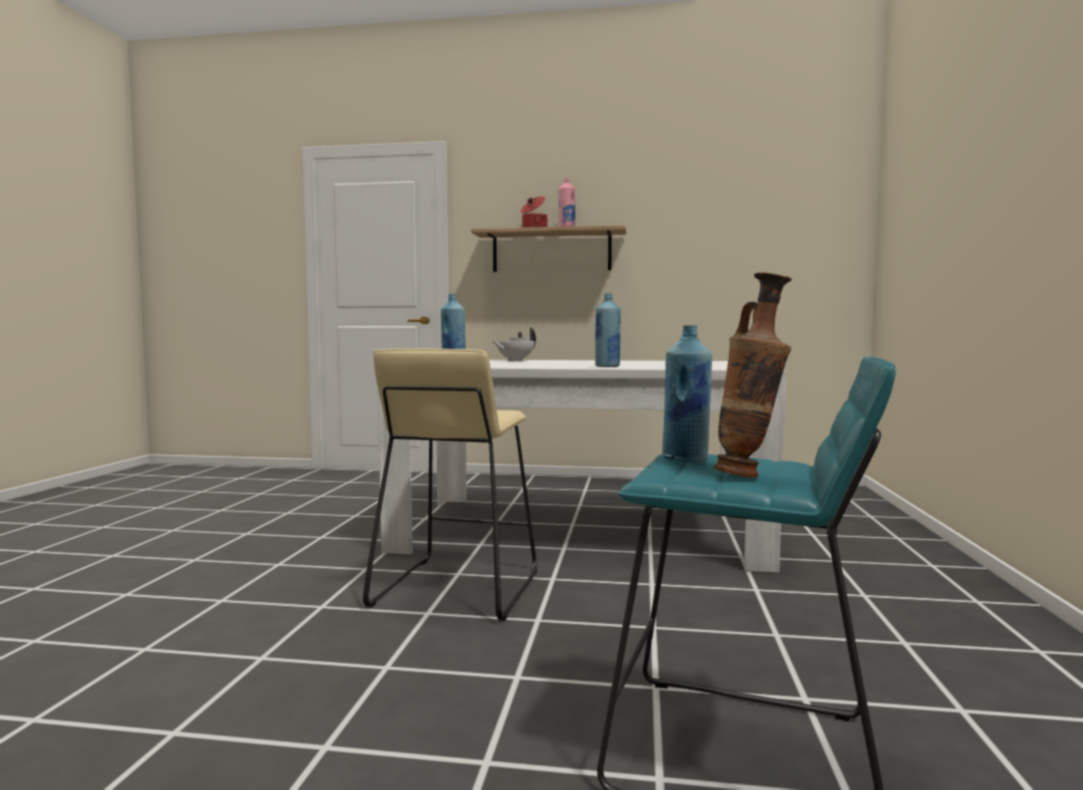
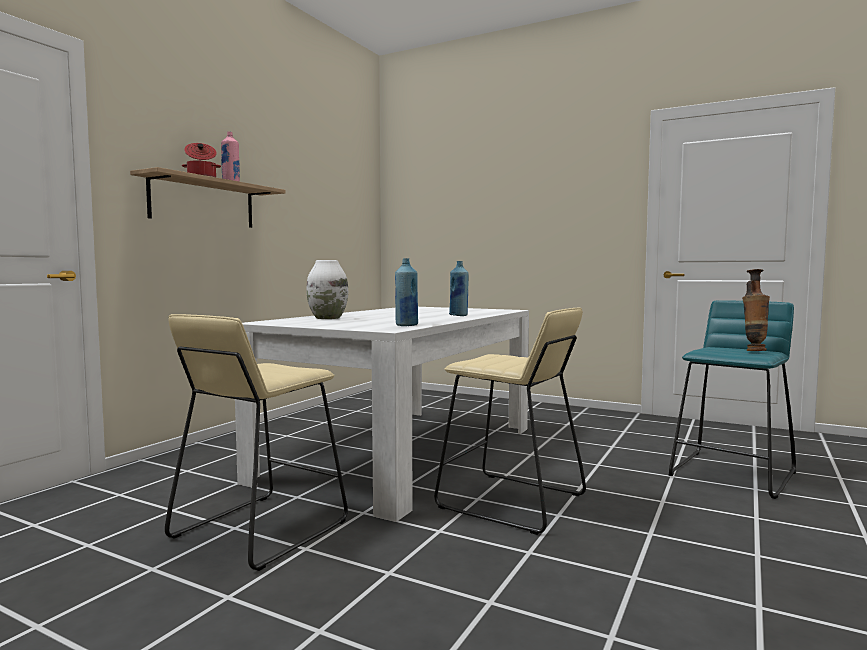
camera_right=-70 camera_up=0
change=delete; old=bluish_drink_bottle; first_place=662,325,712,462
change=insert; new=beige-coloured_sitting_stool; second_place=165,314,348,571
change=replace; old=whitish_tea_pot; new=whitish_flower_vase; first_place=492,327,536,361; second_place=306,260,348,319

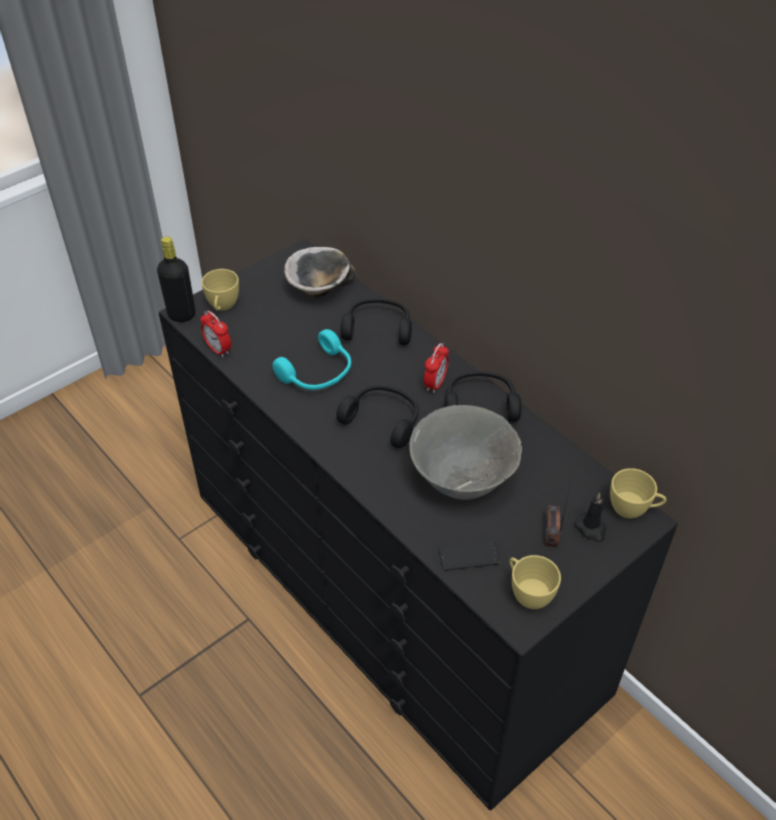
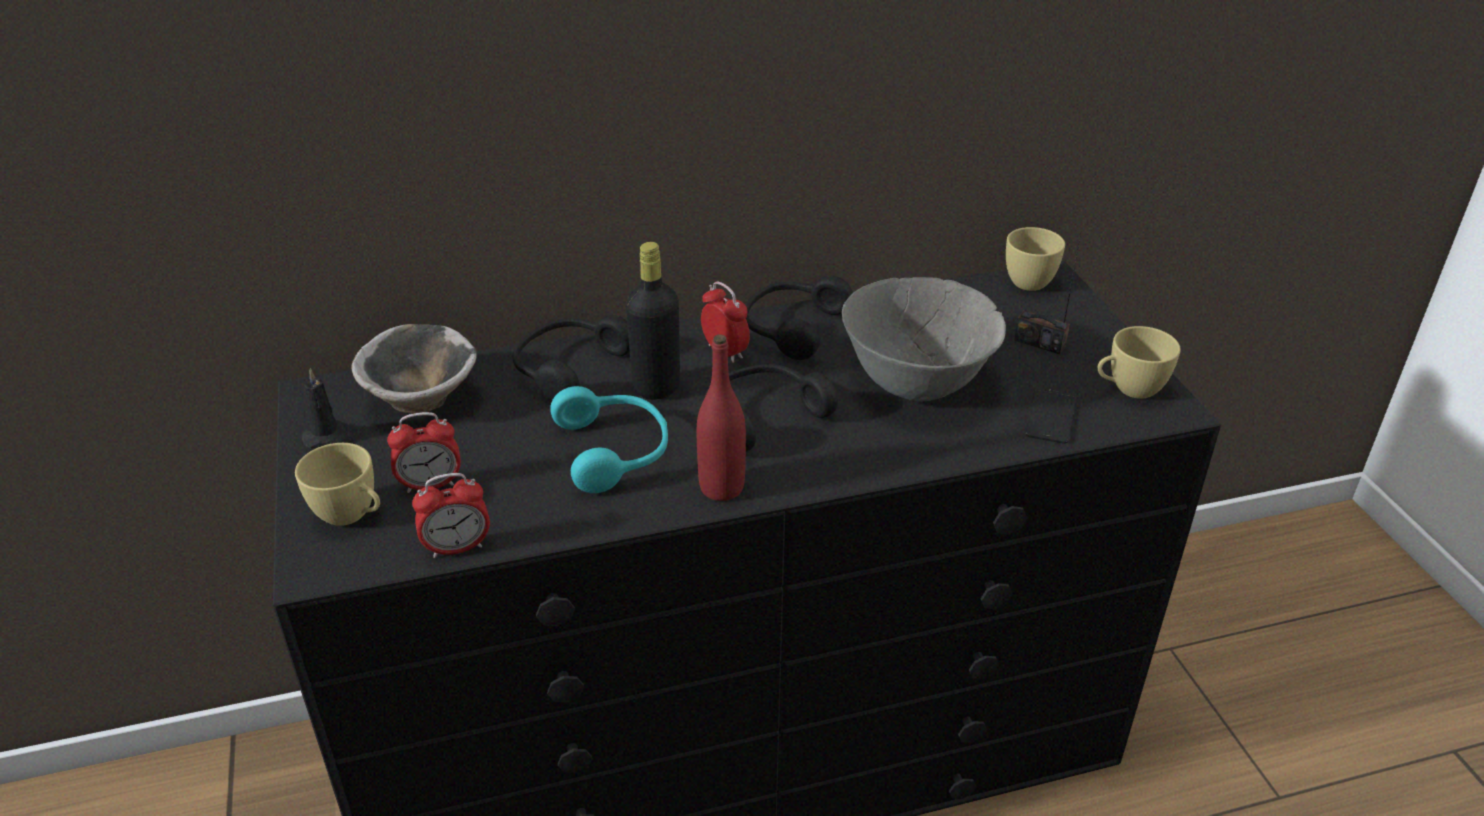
camera_right=-65 camera_up=-10
change=insert; new=bedside_clock; second_place=387,412,461,493
change=insert; new=reddish_drink_bottle; second_place=697,334,746,501
change=move; old=black_drink_bottle; first_place=157,237,195,322; second_place=626,242,680,400
change=move; old=black_candle; first_place=575,493,606,542; second_place=302,368,357,449

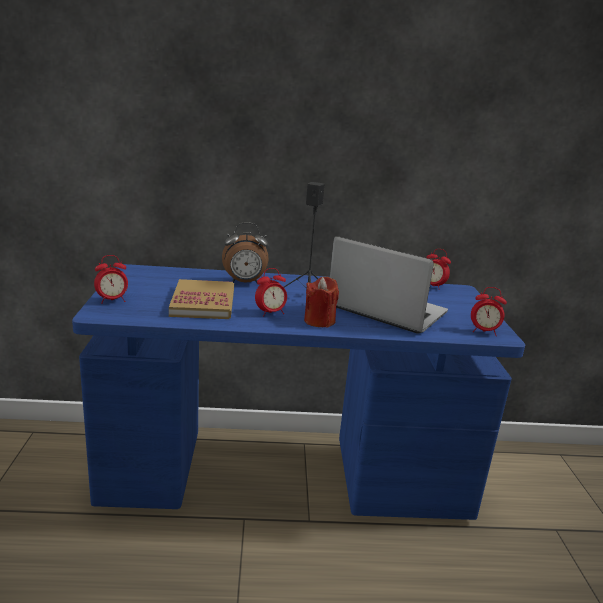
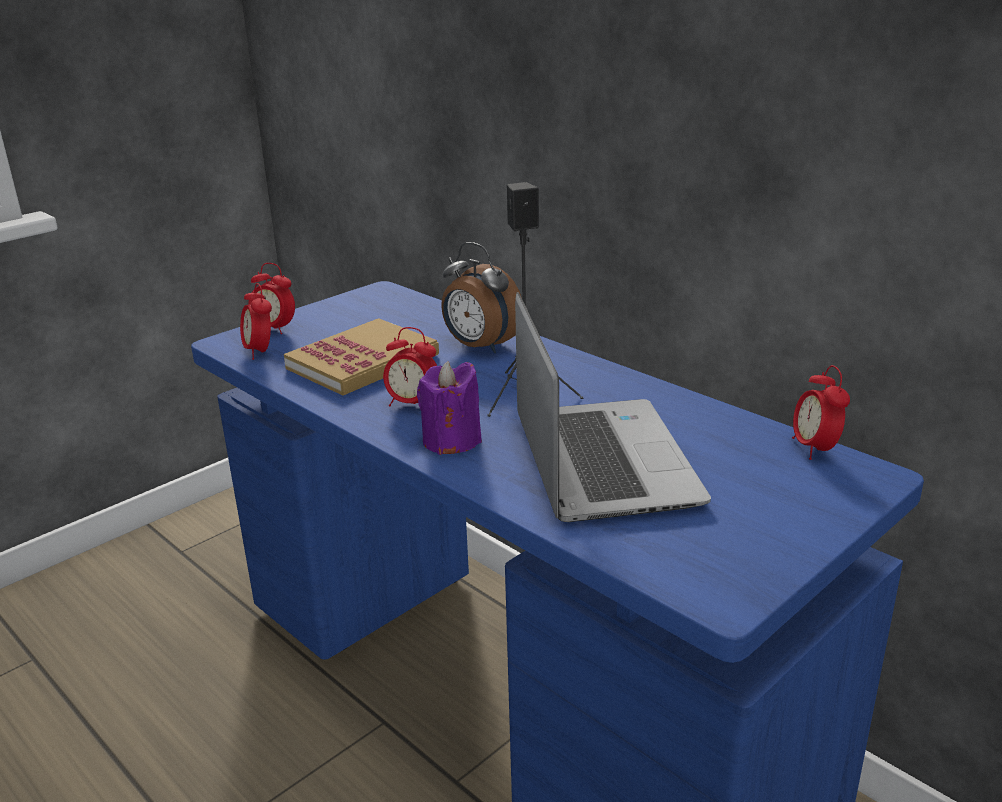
camera_right=50 camera_up=5
change=move; old=bedside_clock; first_place=471,287,507,336; second_place=240,283,272,360
change=recolor; old=reddish_candle; new=purple_candle; first_place=304,277,339,328; second_place=417,361,482,455

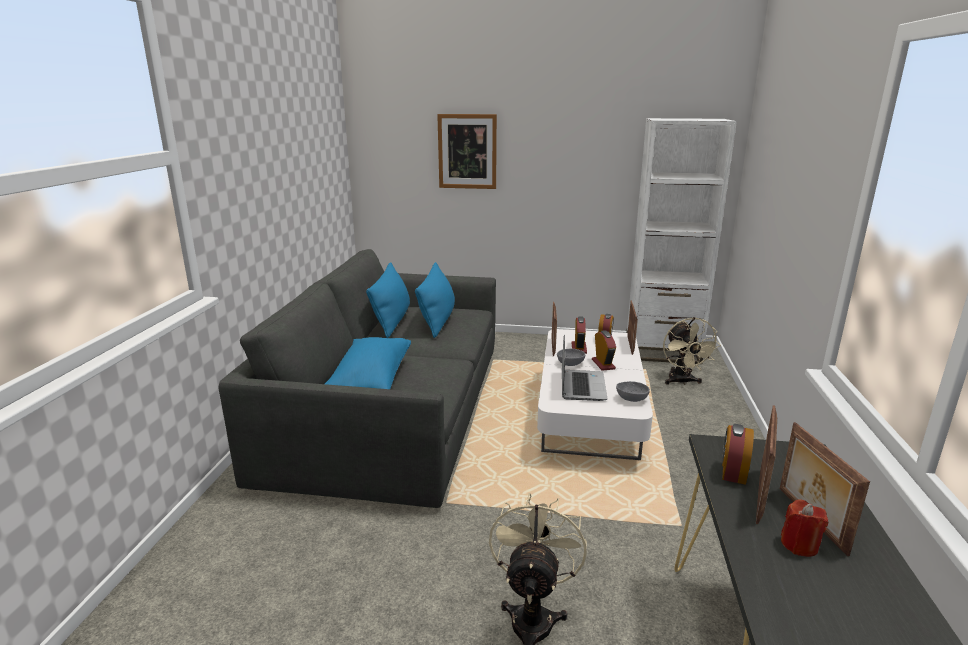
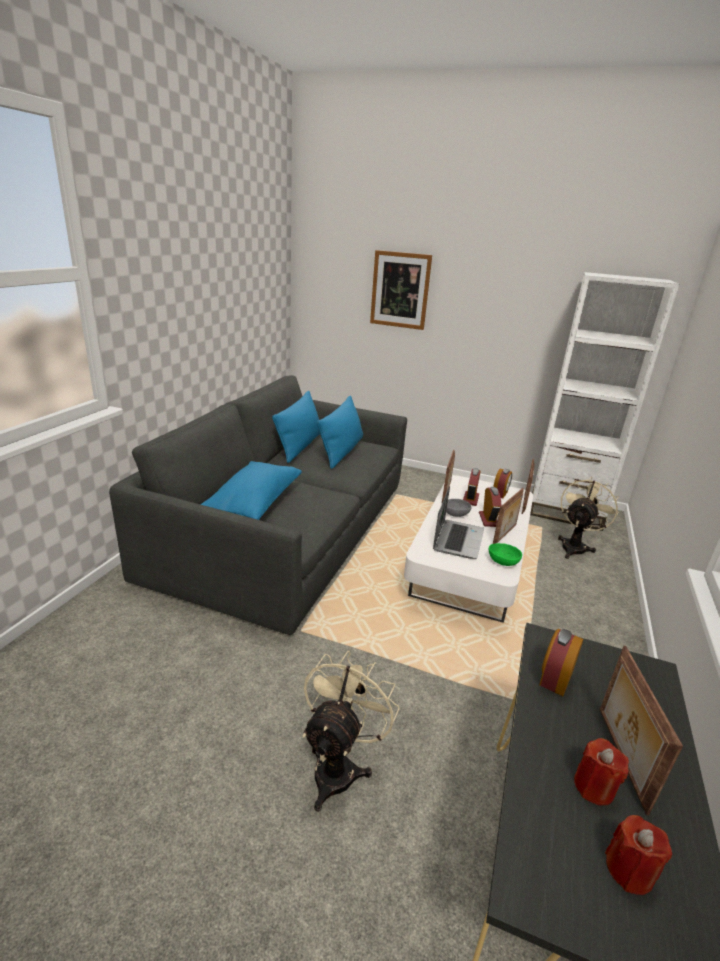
camera_right=10 camera_up=5
change=insert; new=reddish_candle; second_place=605,815,672,895
change=move; old=standing_frame; first_place=756,405,777,524; second_place=493,488,524,544
change=recolor; old=grey_serving_bowl; new=green-coloured_serving_bowl; first_place=616,381,650,402; second_place=489,543,522,566
change=rotate; old=beige-coloured_cooling_fan; first_place=663,317,721,385; second_place=558,477,619,559; degrees=-150

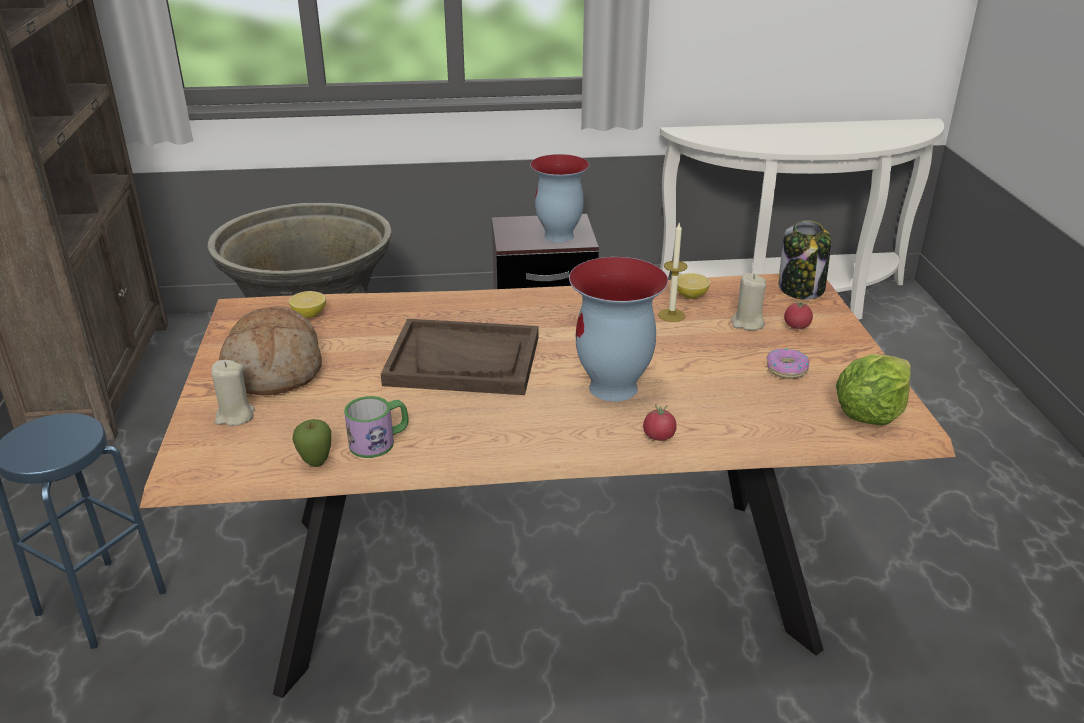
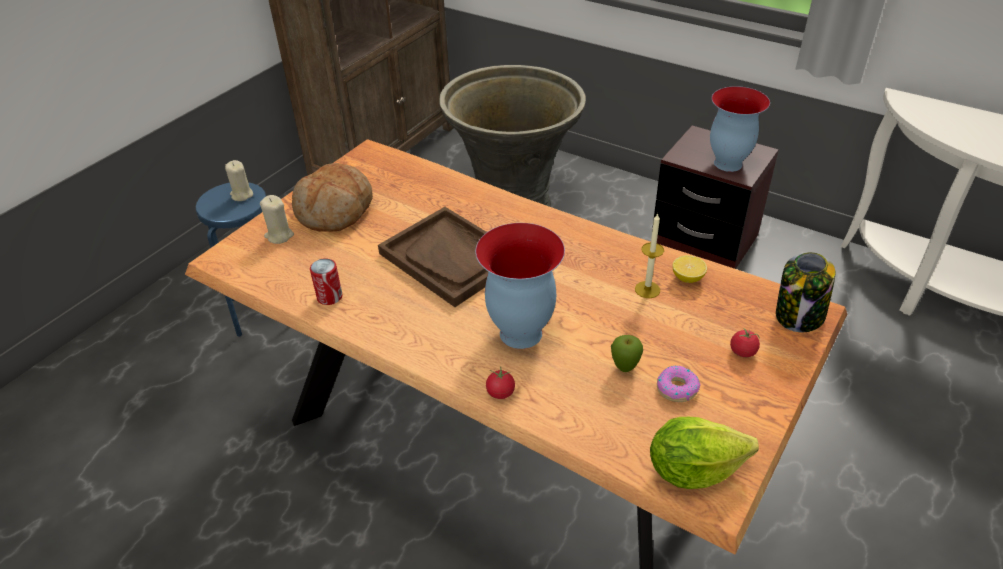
camera_right=40 camera_up=10
change=delete; old=whole_lemon; first_place=289,291,326,318
change=move; old=apple; first_place=293,419,331,467; second_place=611,335,643,372
change=move; old=beige-coloured_candle; first_place=731,273,766,331; second_place=225,160,253,201
change=replace; old=mug; new=metal_can; first_place=344,396,409,458; second_place=310,259,343,305

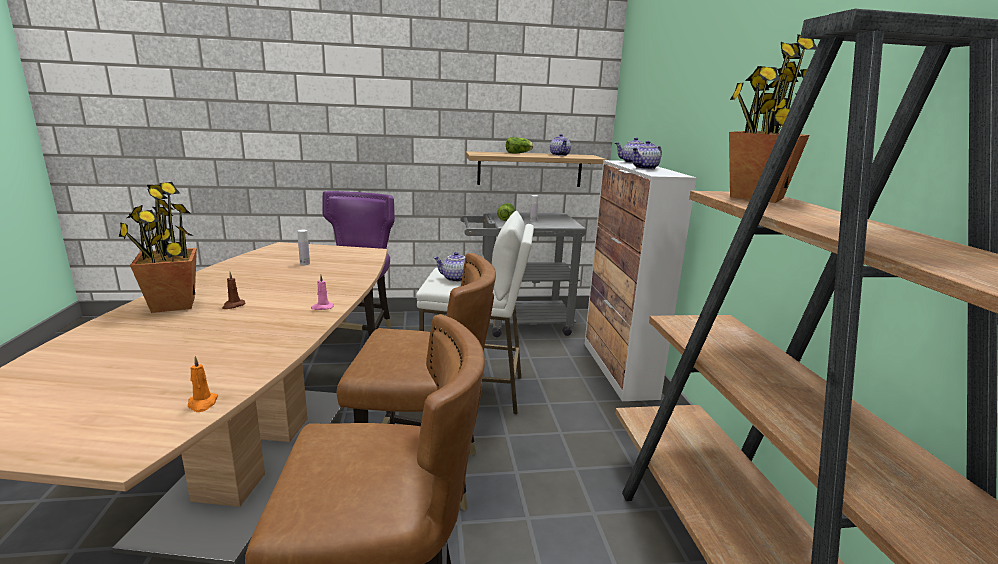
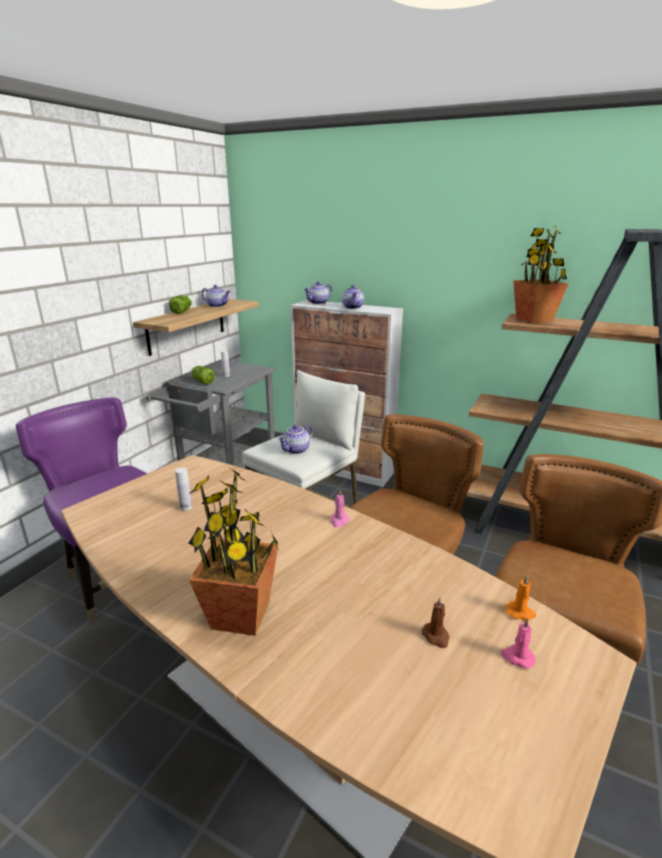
camera_right=-55 camera_up=5
change=insert; new=pink-coloured_candle; second_place=501,618,536,669
change=move; old=brownish_candle; first_place=222,272,246,309; second_place=422,597,449,648

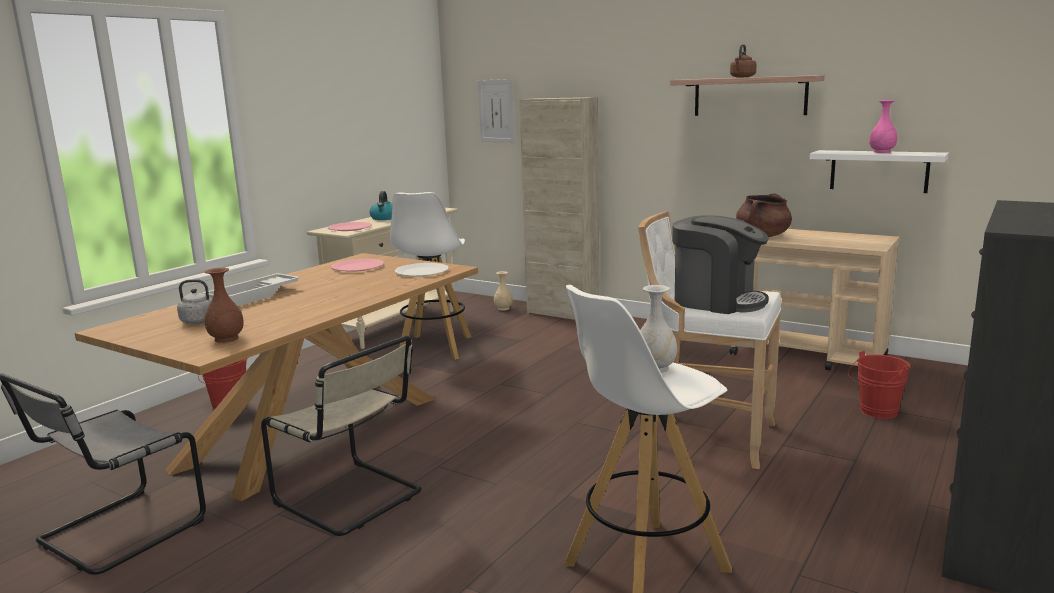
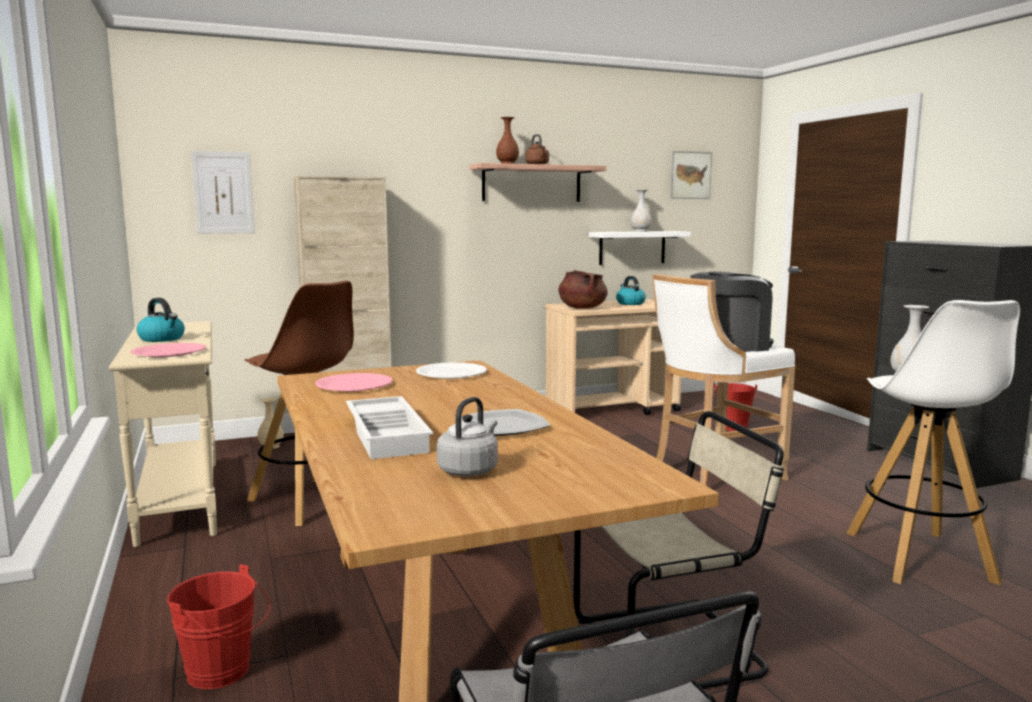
camera_right=-55 camera_up=-5
change=insert; new=flat_dish; second_place=461,409,551,436
change=insert; new=kettle; second_place=616,276,646,305
change=insert; new=wall_art; second_place=670,151,712,199
change=move; old=brownish_flower_vase; first_place=205,268,244,343; second_place=496,117,519,164
change=recolor; old=whitish_sitting_stool; new=brownish_sitting_stool; first_place=390,192,471,360; second_place=245,280,354,526
change=recolor; old=pink-coloured_flower_vase; new=whitish_flower_vase; first_place=869,100,898,153; second_place=631,190,652,232

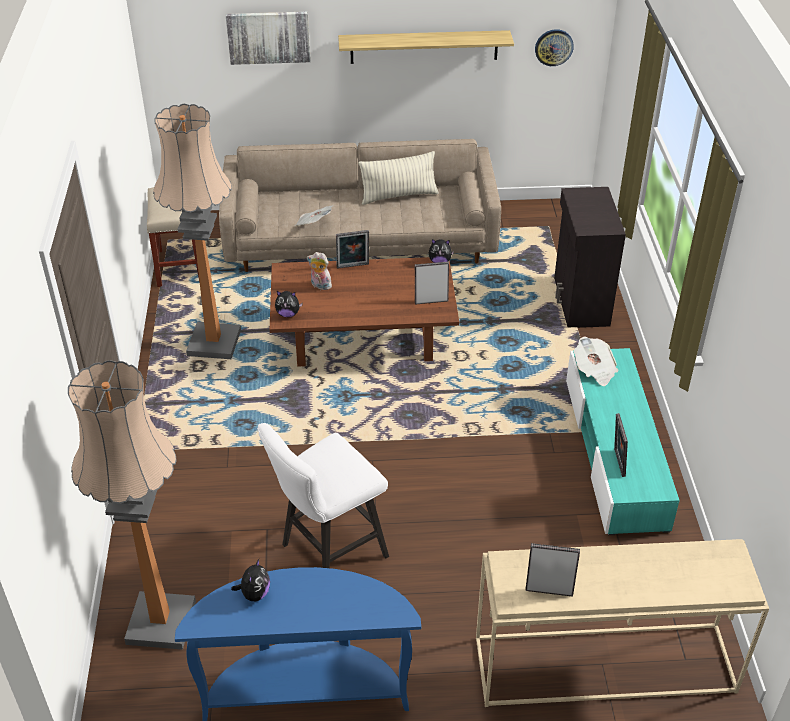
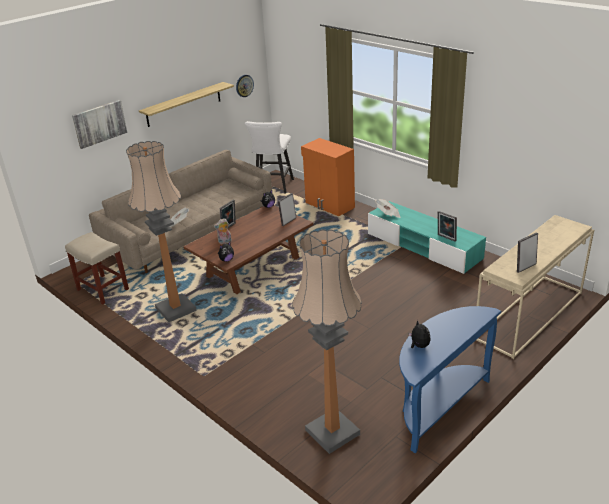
camera_right=-40 camera_up=-10
change=delete; old=throw_pillow; first_place=359,151,439,205
change=move; old=whitish_sitting_stool; first_place=257,423,389,568; second_place=245,121,294,193
change=recolor; old=black_storage_cabinet; new=orange-coloured_storage_cabinet; first_place=554,187,626,328; second_place=301,138,355,216

